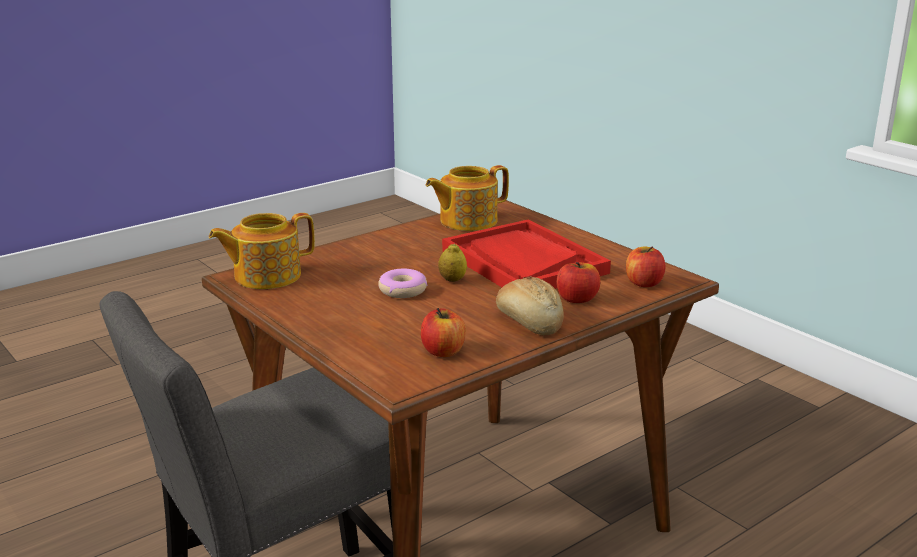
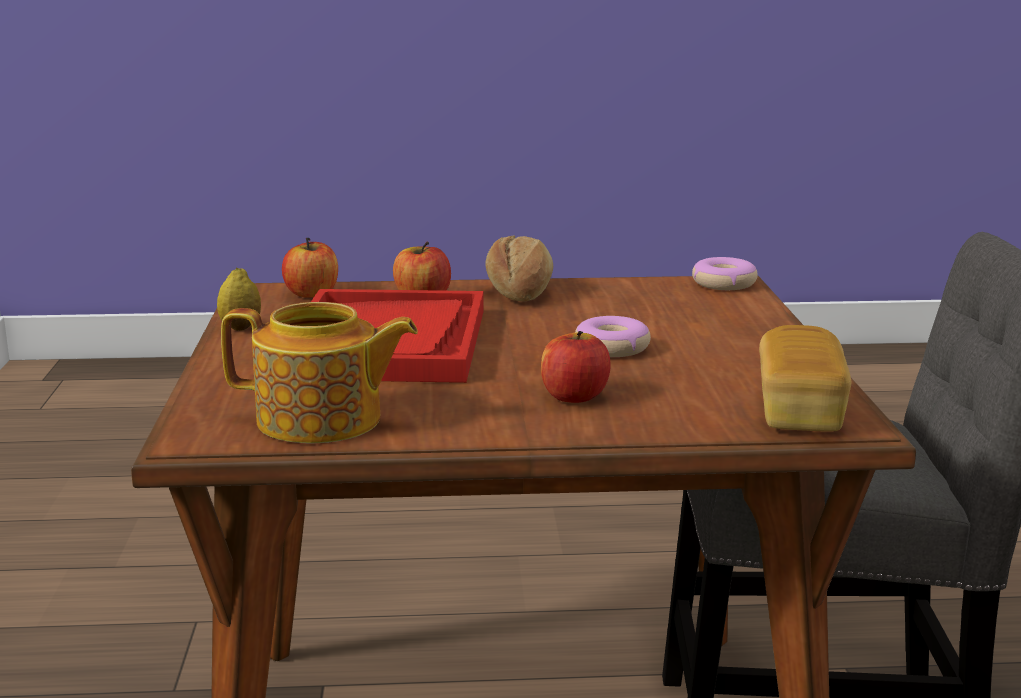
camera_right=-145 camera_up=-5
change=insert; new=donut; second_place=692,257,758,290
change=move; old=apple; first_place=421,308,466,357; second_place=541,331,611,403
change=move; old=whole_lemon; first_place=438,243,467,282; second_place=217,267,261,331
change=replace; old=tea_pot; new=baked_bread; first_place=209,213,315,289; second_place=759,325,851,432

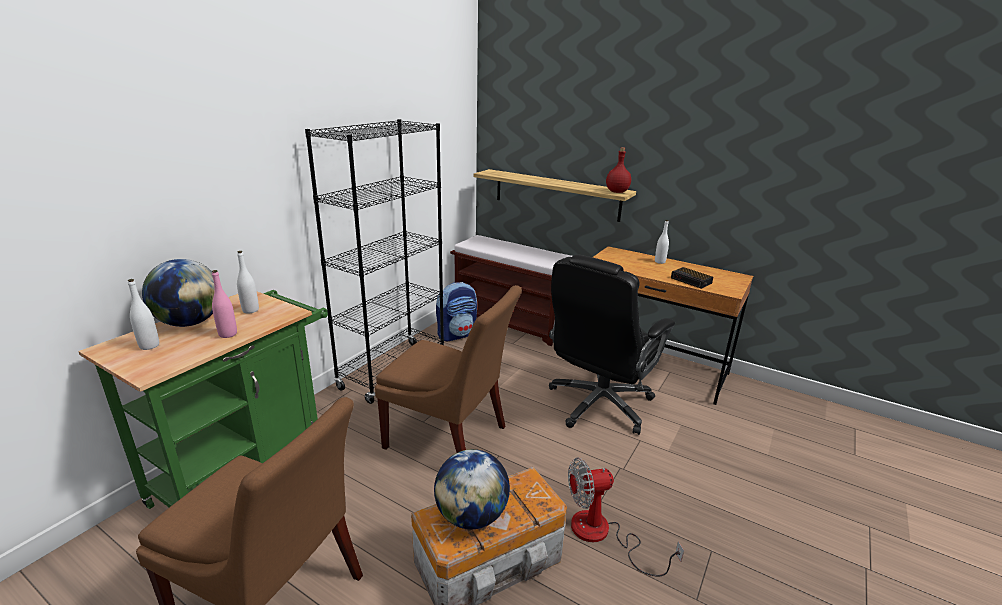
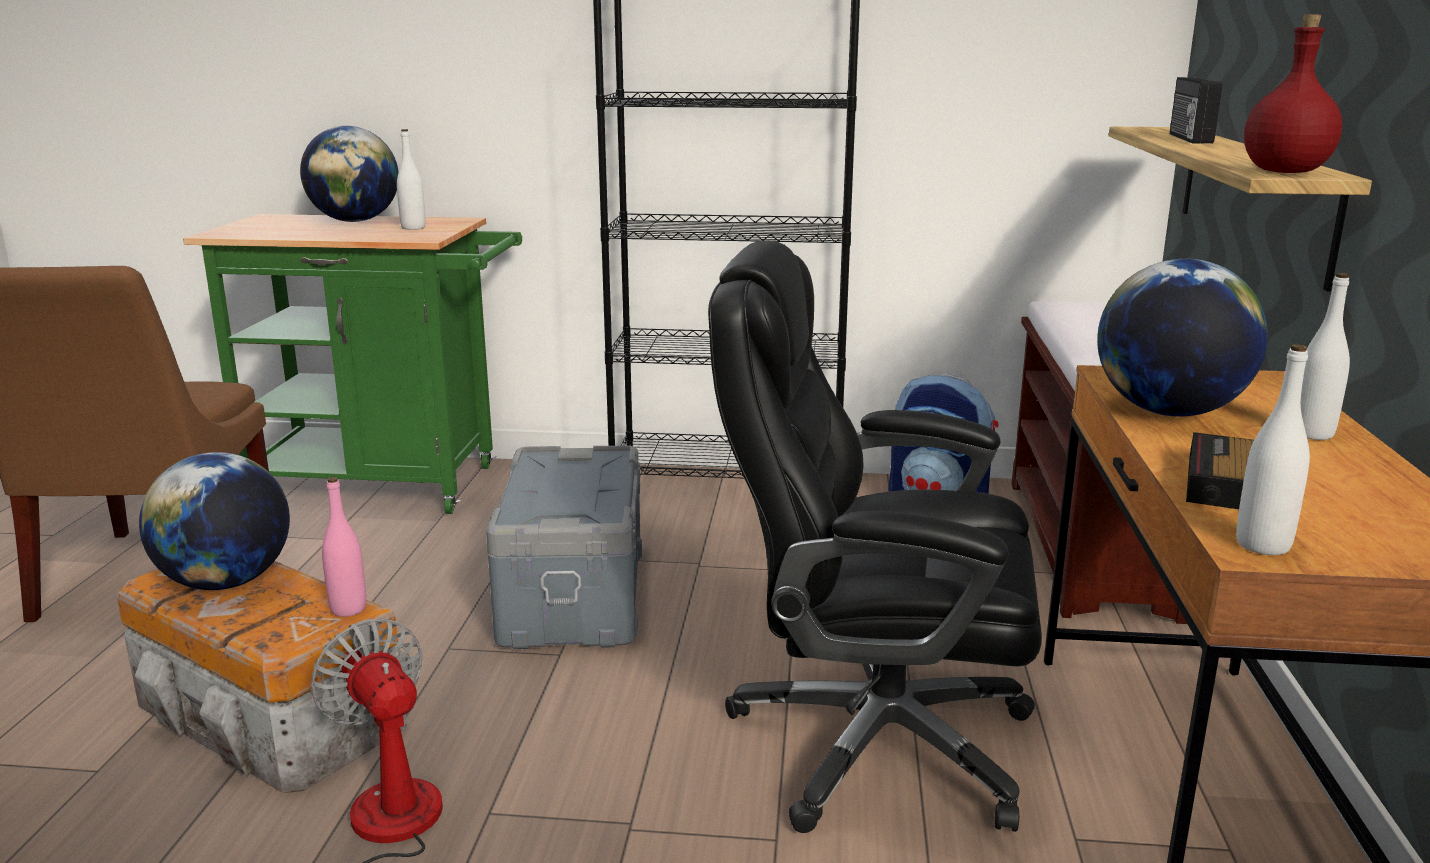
camera_right=65 camera_up=-5
change=insert; new=globe; second_place=1097,259,1268,417
change=insert; new=radio_set; second_place=1170,77,1223,144
change=move; old=whitish_drink_bottle; first_place=128,279,159,350; second_place=1236,344,1310,555
change=move; old=pink-coloured_drink_bottle; first_place=212,270,237,338; second_place=322,477,366,617
change=replace; old=brownish_plain_chair; new=grey_storage_box; first_place=375,285,522,453; second_place=486,446,642,649

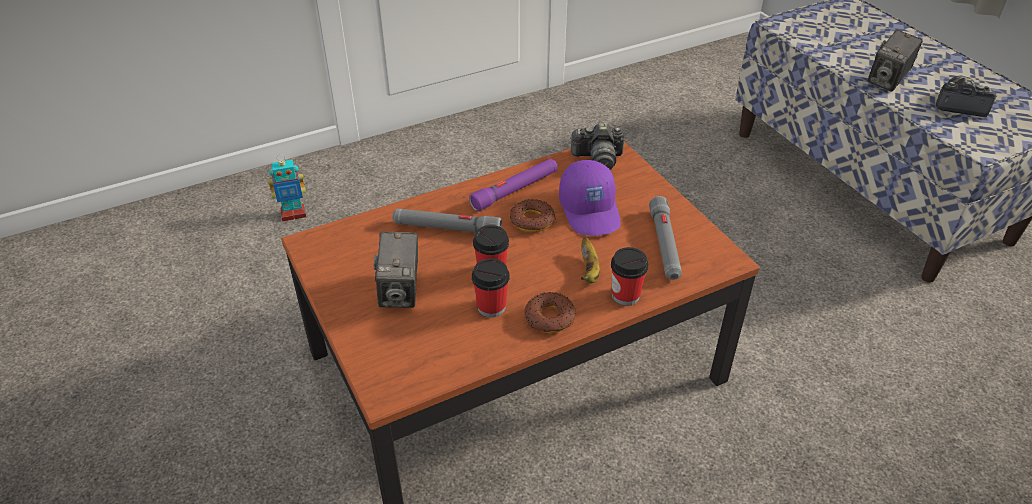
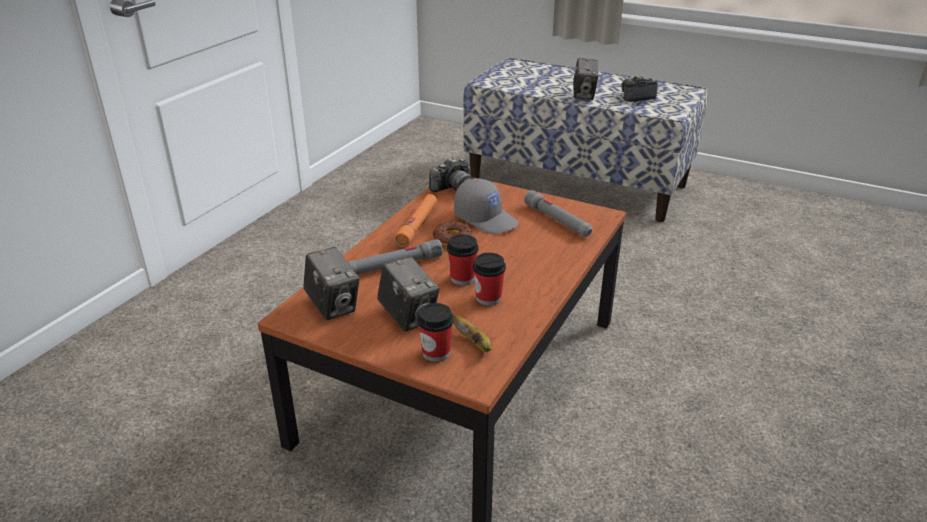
camera_right=-35 camera_up=-10
change=delete; old=robot_figure; first_place=268,154,306,221
change=delete; old=donut; first_place=524,292,576,333
change=insert; new=still_camera; second_place=303,247,359,320
change=move; old=banana_fruit; first_place=581,237,600,284; second_place=453,315,492,352
change=move; old=cup; first_place=611,247,648,306; second_place=417,303,454,362
change=recolor; old=purple_hand_torch; new=orange-coloured_hand_torch; first_place=469,159,558,211; second_place=394,194,437,247
change=recolor; old=purple_peaked_cap; new=grey_peaked_cap; first_place=559,160,621,236; second_place=454,179,518,234

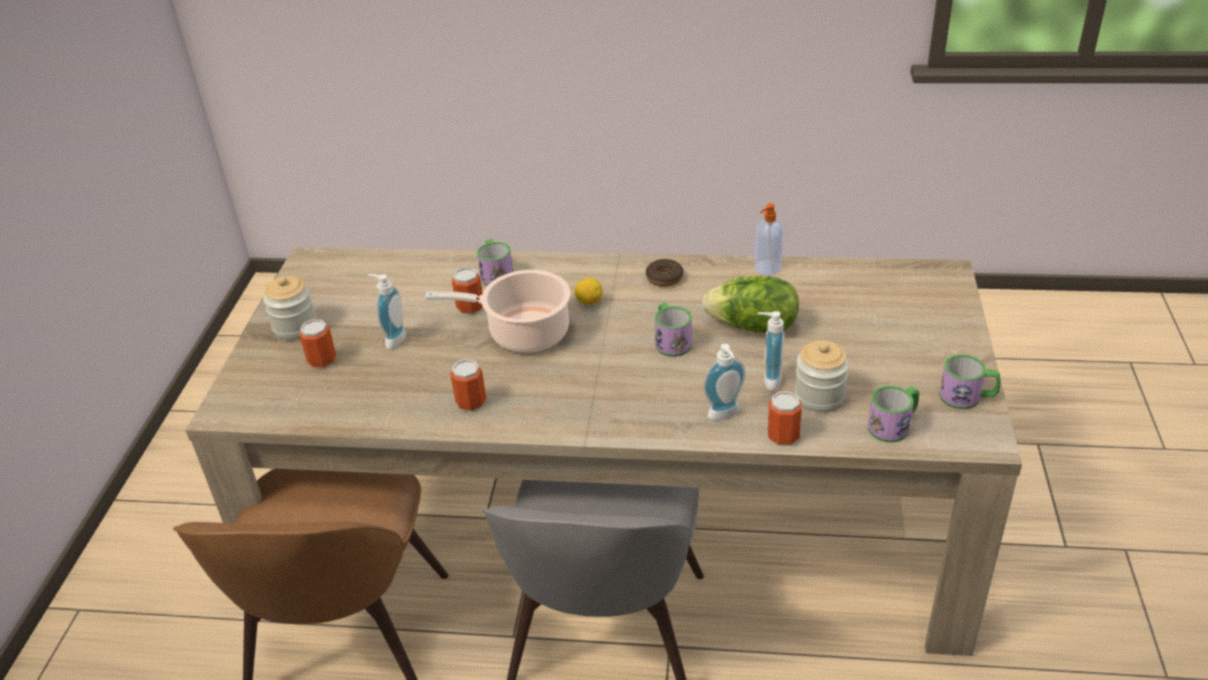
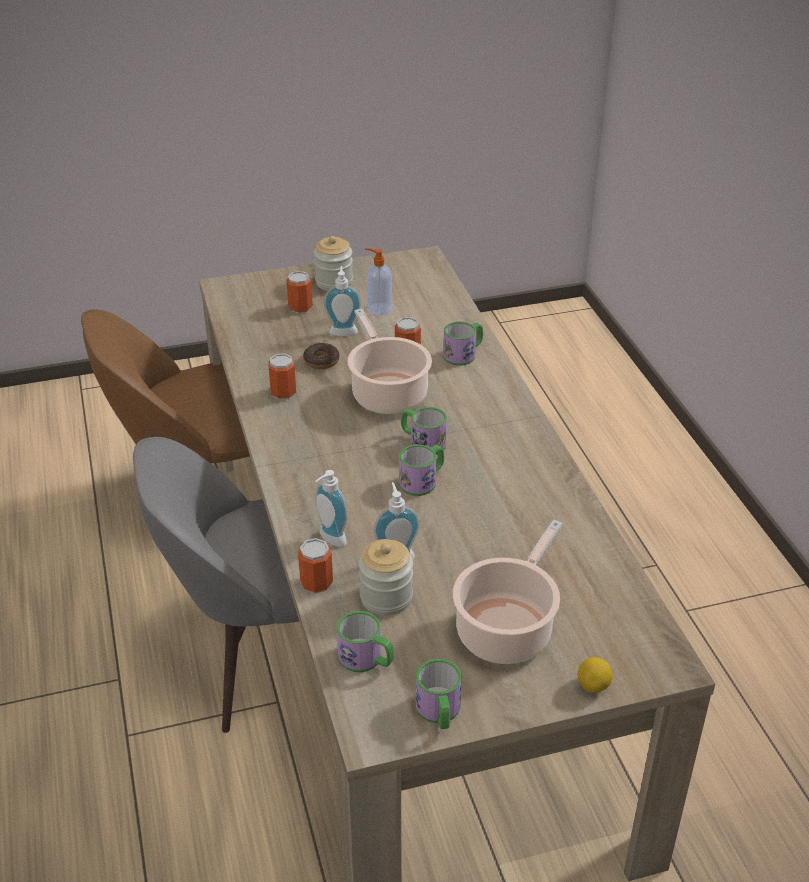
camera_right=65 camera_up=0
change=delete; old=head_of_lettuce; first_place=702,276,799,332
change=insert; new=mug; second_place=401,407,447,455
change=insert; new=stockpot; second_place=453,520,562,664
change=move; old=whole_lemon; first_place=574,278,602,305; second_place=578,657,613,693
change=move; old=donut; first_place=646,259,684,287; second_place=303,343,340,369
change=move; old=soap_bottle; first_place=755,203,783,275; second_place=365,248,392,315

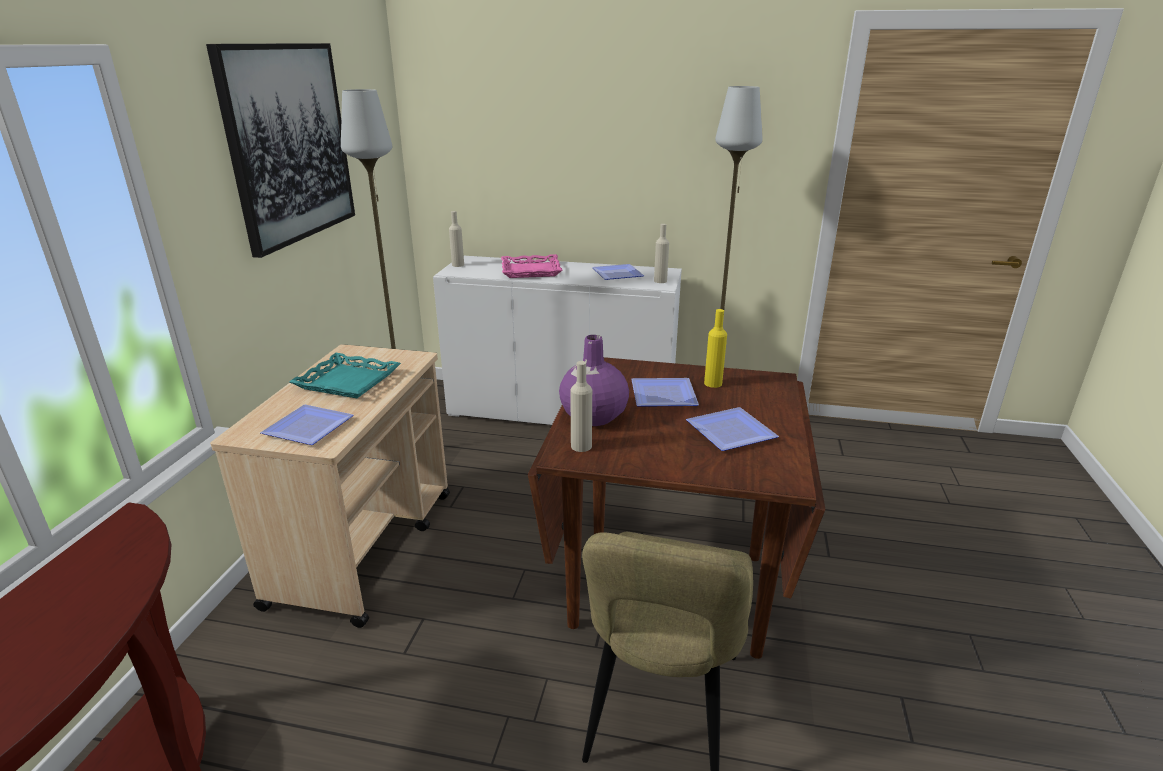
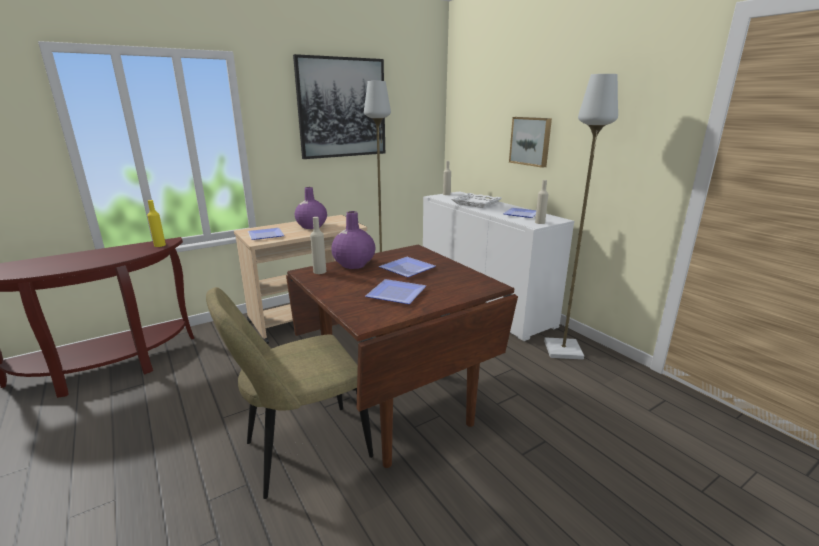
camera_right=45 camera_up=-5
change=insert; new=wall_art; second_place=509,117,552,168
change=move; old=yellow_drink_bottle; first_place=704,309,727,388; second_place=147,200,166,247
change=replace; old=turquoise-coloured_carrying_tray; new=purple_flower_vase; first_place=289,353,401,398; second_place=295,187,327,229
change=recolor; old=pink-coloured_carrying_tray; new=whitish_carrying_tray; first_place=501,254,562,278; second_place=451,193,502,208

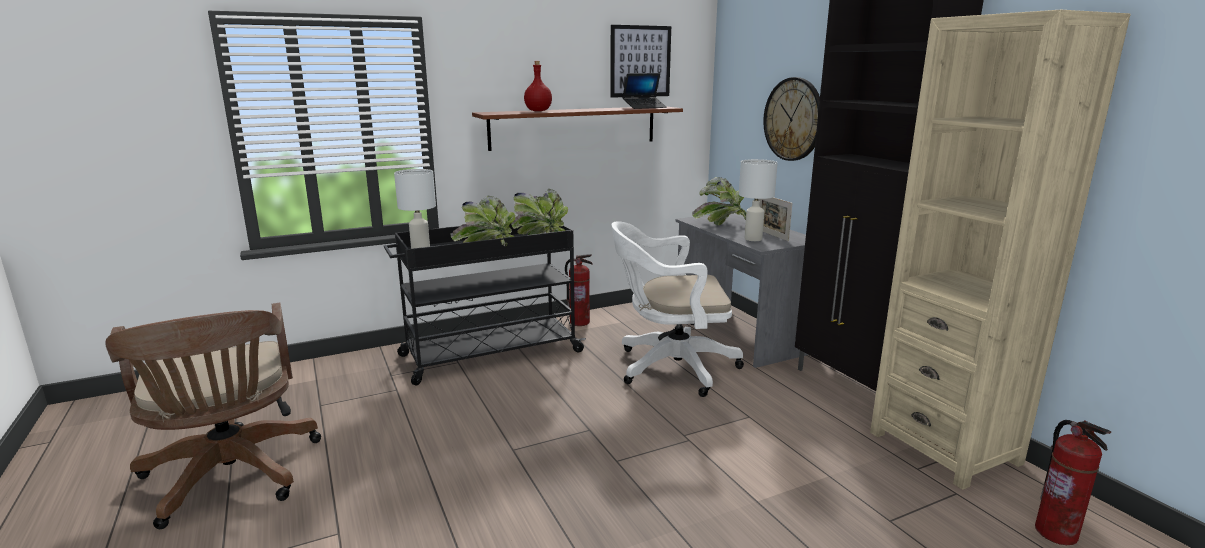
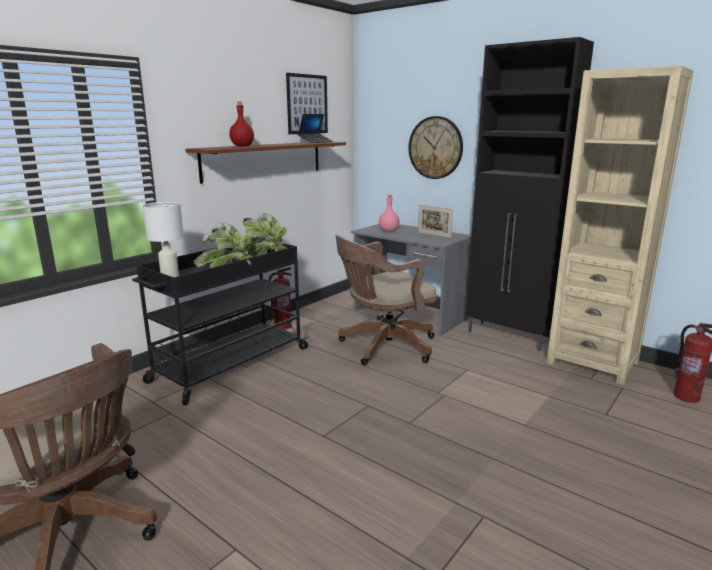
camera_right=-25 camera_up=0
change=delete; old=whitish_lamp_for_a_table; first_place=739,159,778,241
change=replace; old=plant_in_a_pot; new=pink-coloured_drink_bottle; first_place=692,177,746,225; second_place=379,195,399,232
change=recolor; old=whitish_computer_chair; new=brownish_computer_chair; first_place=611,221,744,397; second_place=335,235,438,365

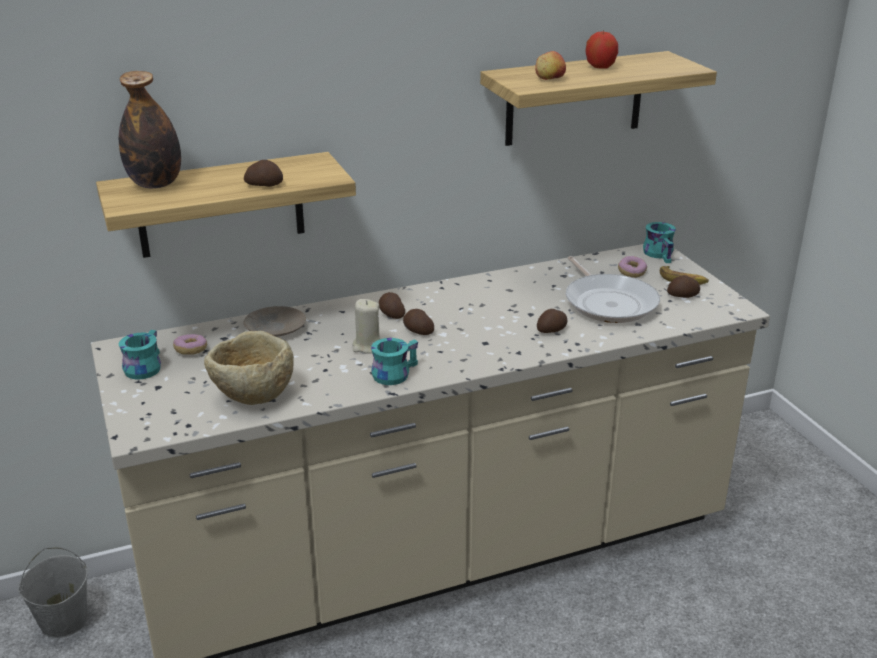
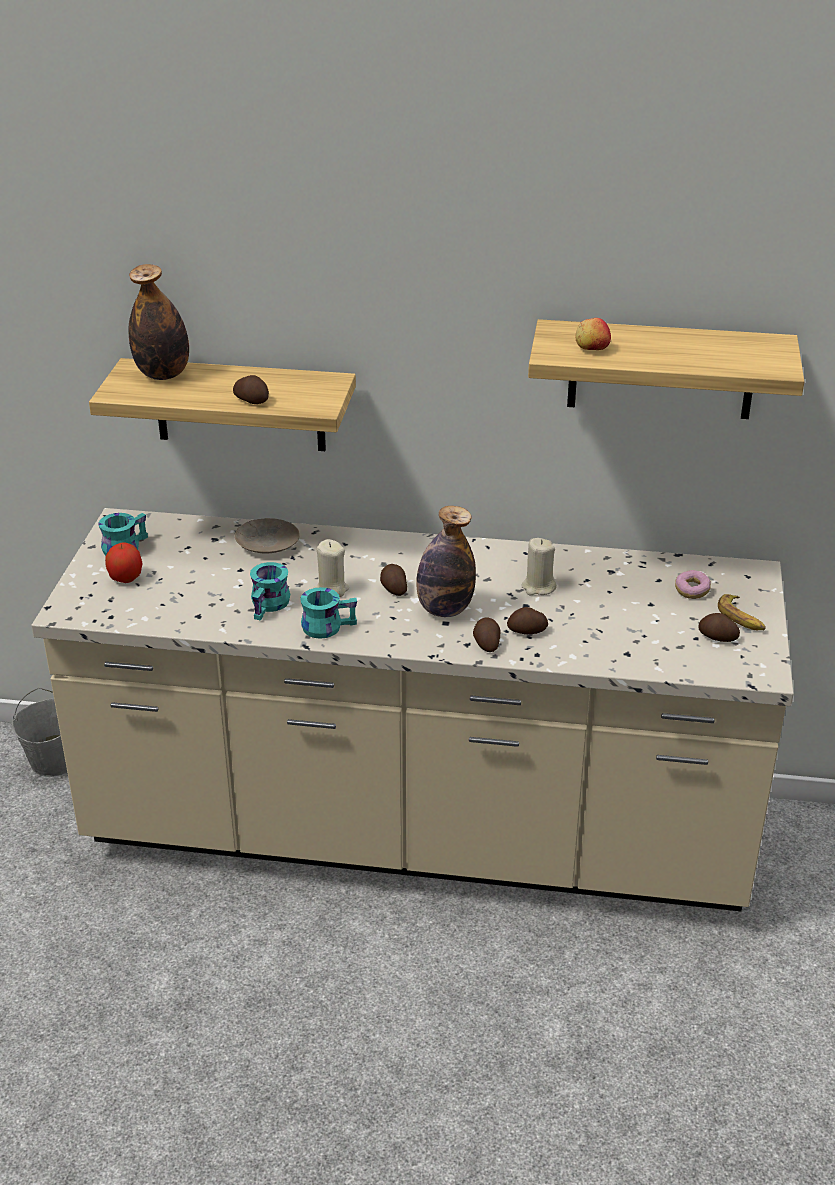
camera_right=30 camera_up=5
change=delete; old=donut; first_place=173,334,207,354
change=delete; old=beige-coloured_serving_bowl; first_place=204,331,294,405
change=delete; old=skillet; first_place=566,256,660,323
change=insert; new=drink_bottle; second_place=416,506,476,617
change=insert; new=beige-coloured_candle; second_place=521,538,557,595
change=move; old=whole_potato; first_place=379,292,405,319; second_place=473,617,501,652
change=move; old=apple; first_place=585,30,618,69; second_place=106,542,143,583
change=move; old=turquoise-coloured_mug; first_place=643,222,676,263; second_place=250,562,290,621

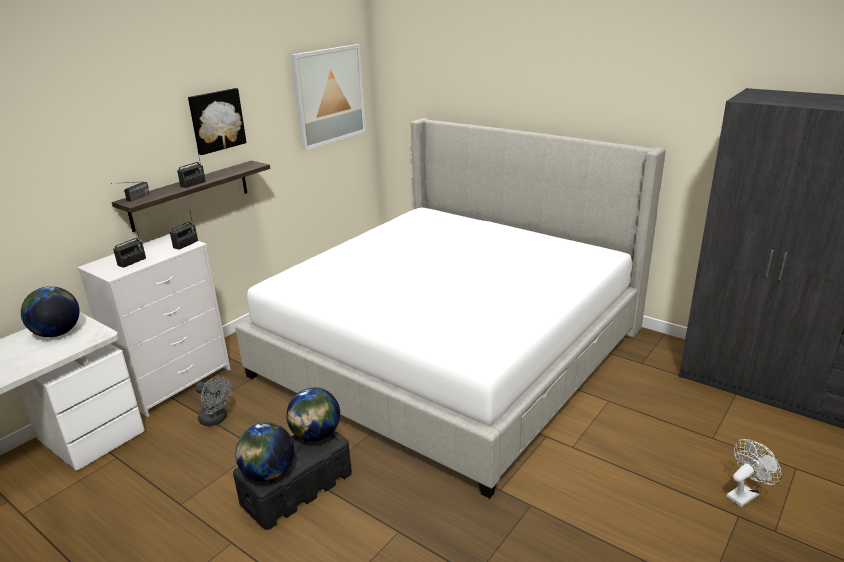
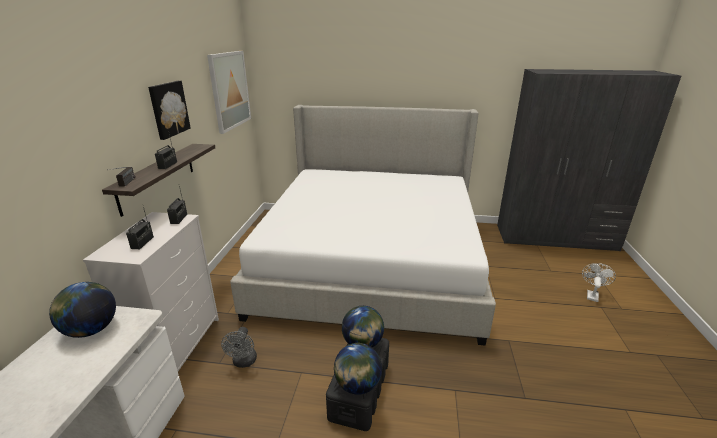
camera_right=-30 camera_up=0
change=rotate; old=grey_cooling_fan; first_place=195,375,232,426; second_place=221,327,257,368; degrees=90

